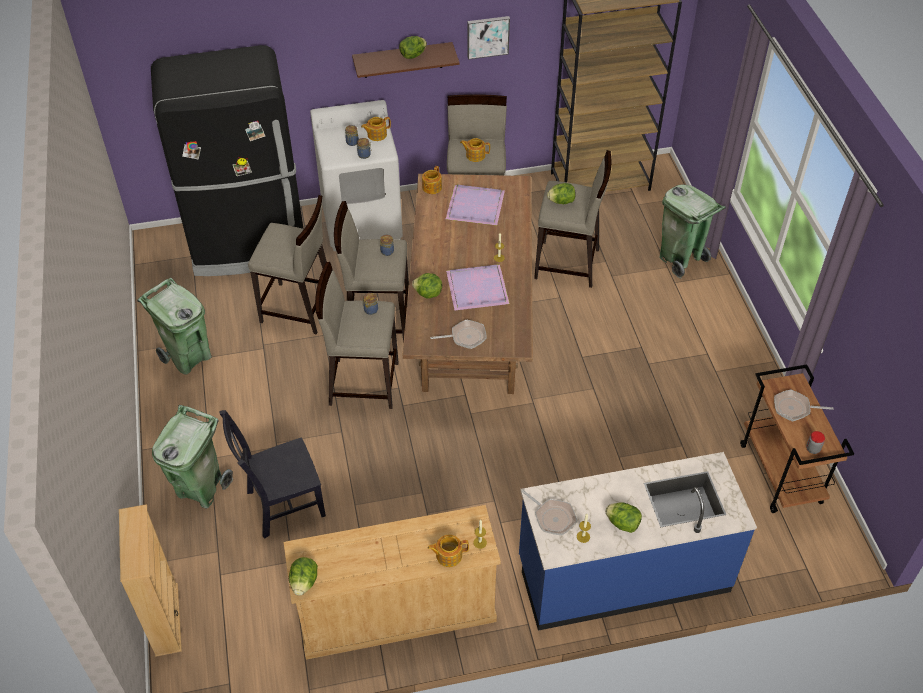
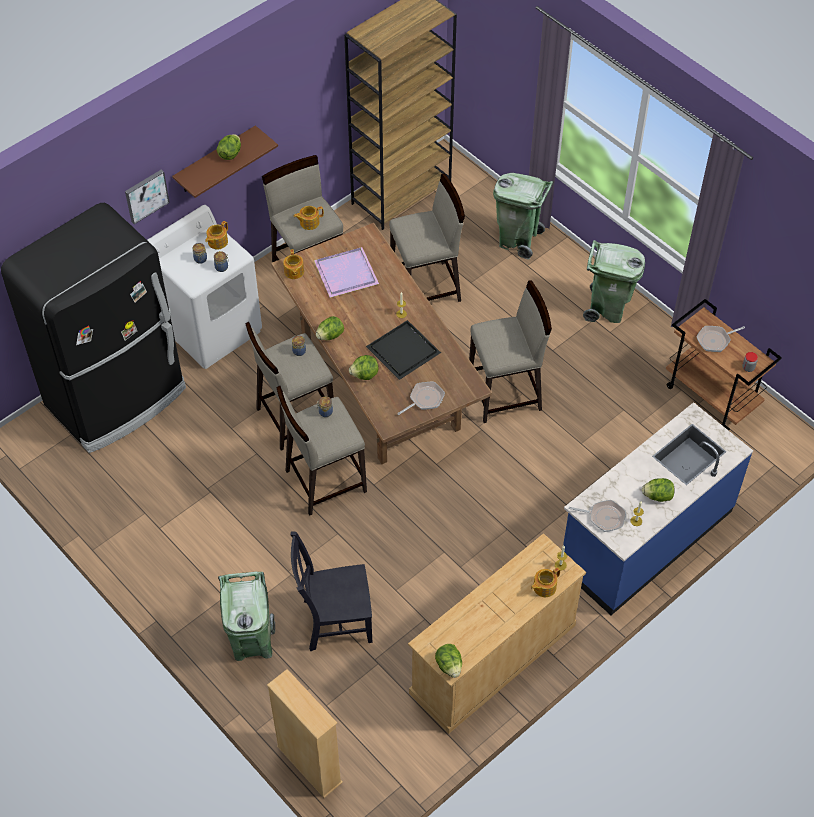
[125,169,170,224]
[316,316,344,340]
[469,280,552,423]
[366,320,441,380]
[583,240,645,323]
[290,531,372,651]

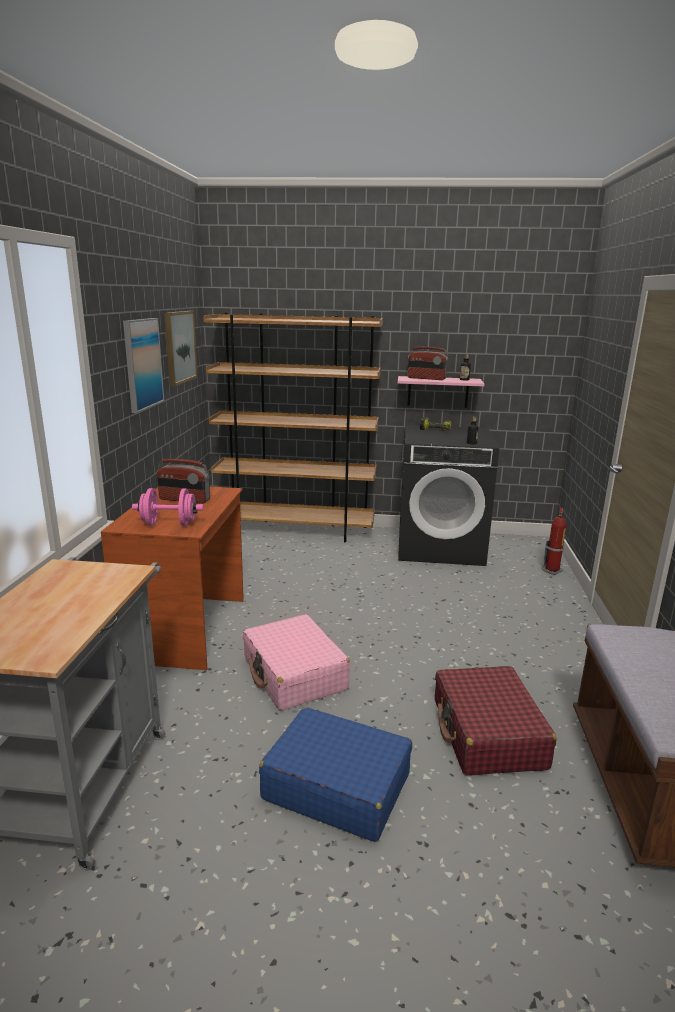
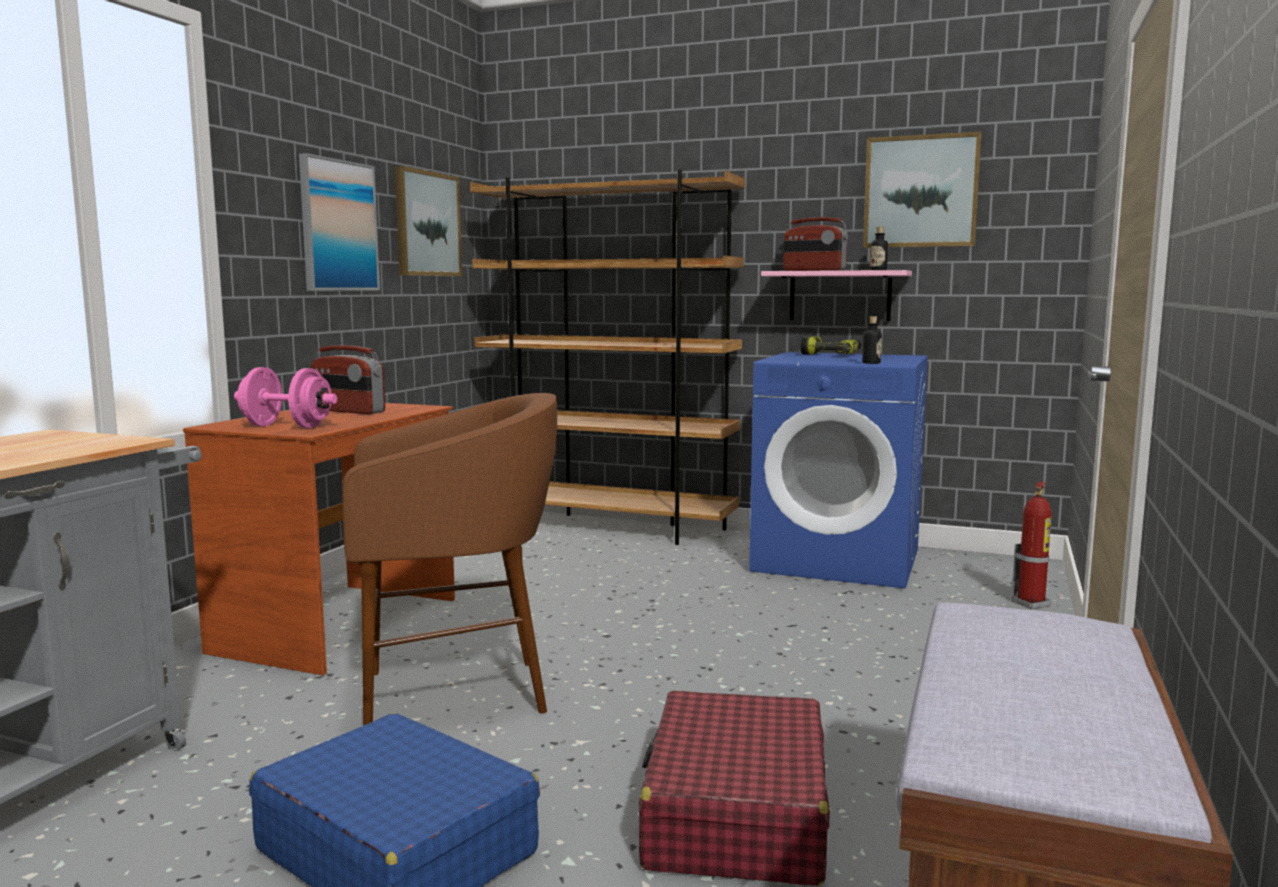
[749,352,928,589]
[342,393,557,726]
[863,131,982,248]

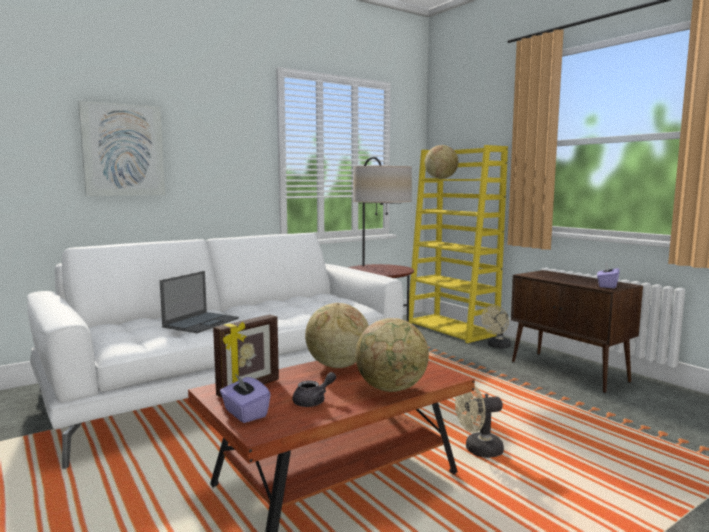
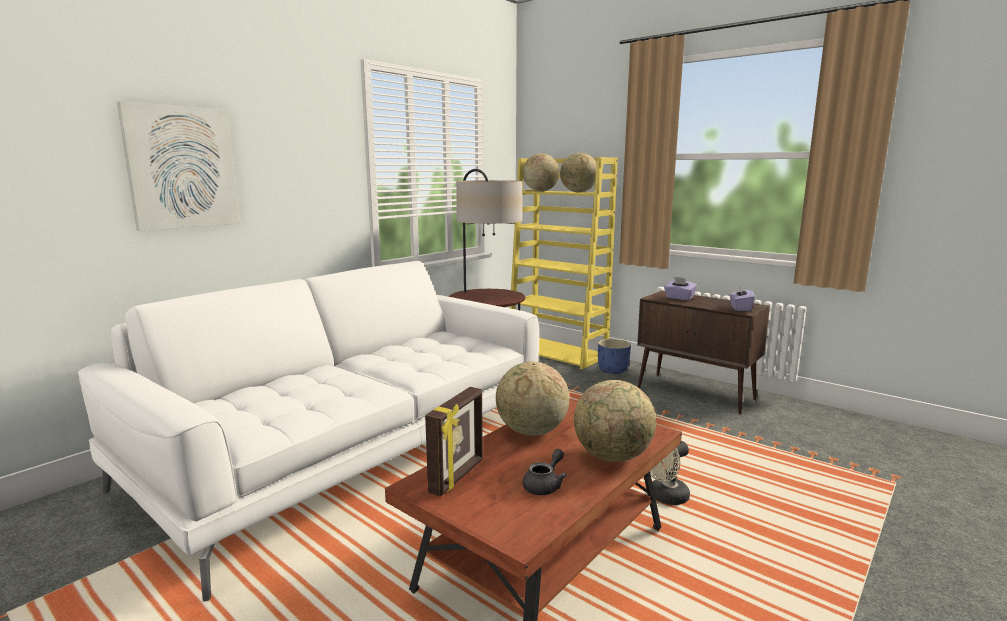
[160,271,239,333] (first image)
[598,339,631,374]
[664,277,697,301]
[560,153,597,192]

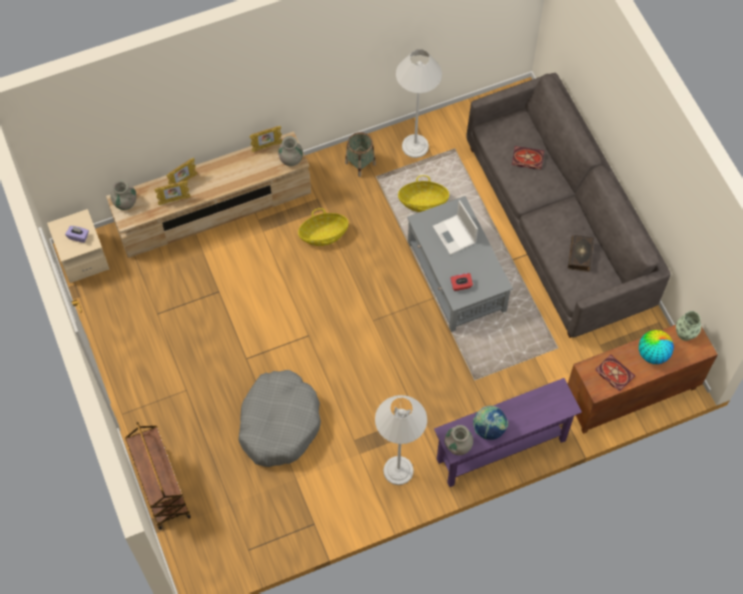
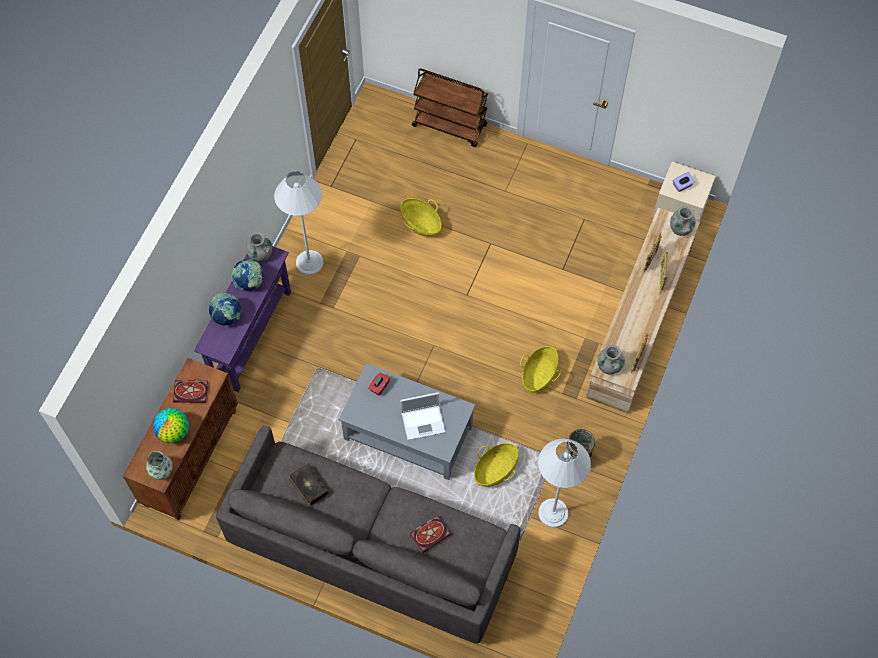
[400,392,445,440]
[401,198,442,237]
[208,293,241,325]

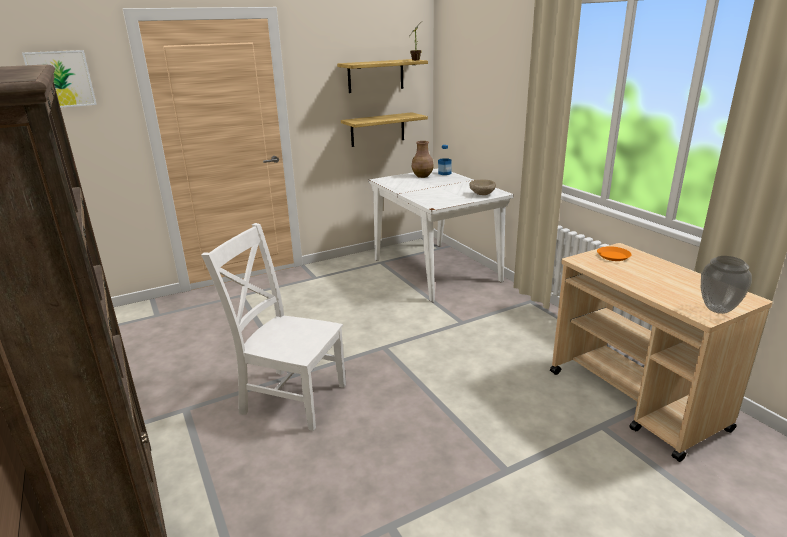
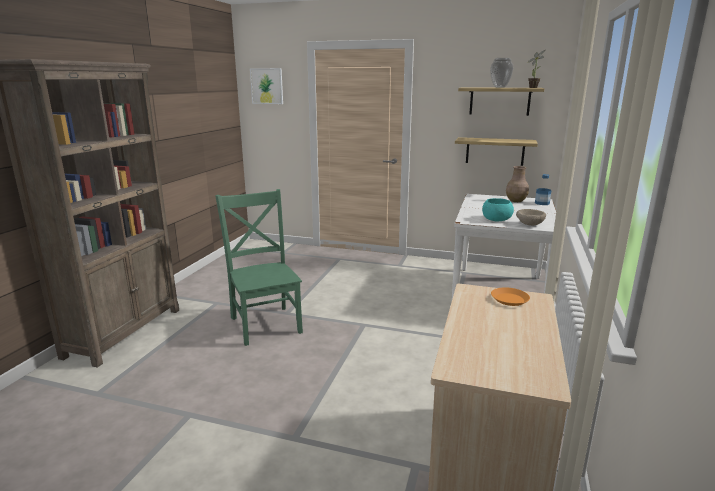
[215,189,303,346]
[490,58,514,88]
[482,198,514,221]

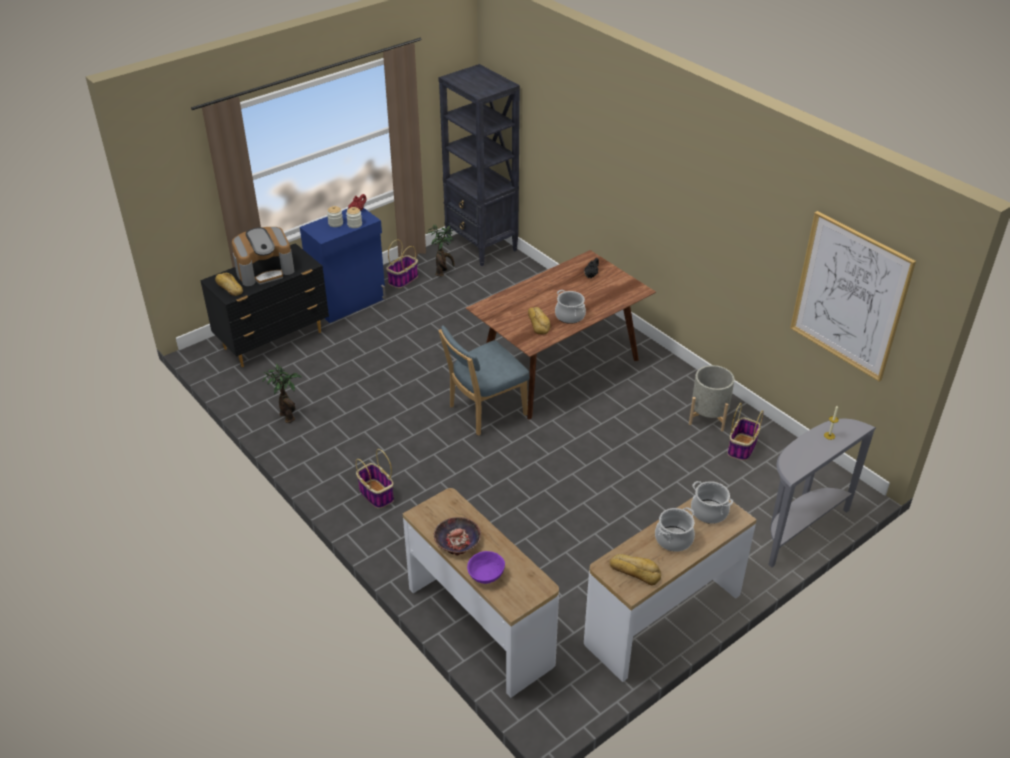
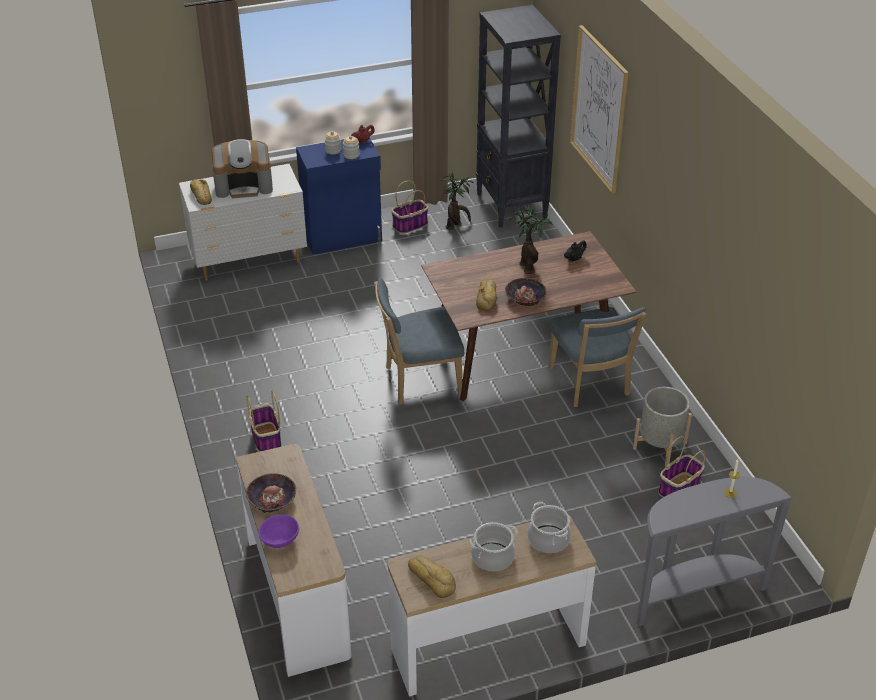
[570,25,629,194]
[179,164,307,280]
[505,278,547,306]
[509,205,553,274]
[549,307,646,407]

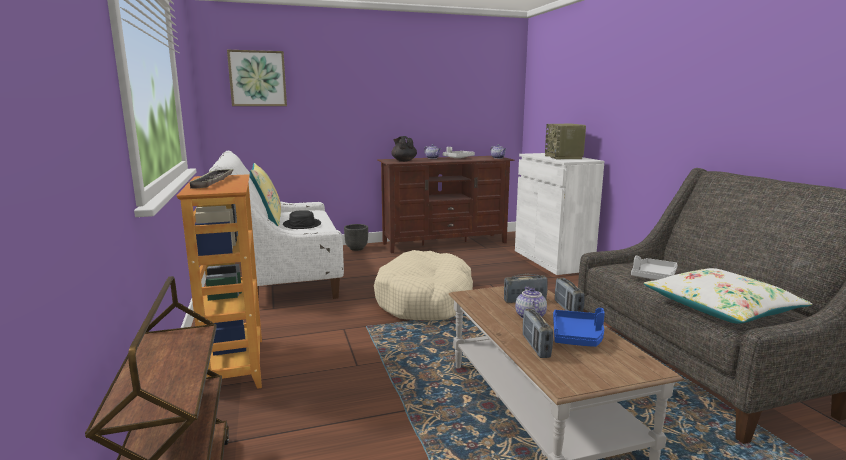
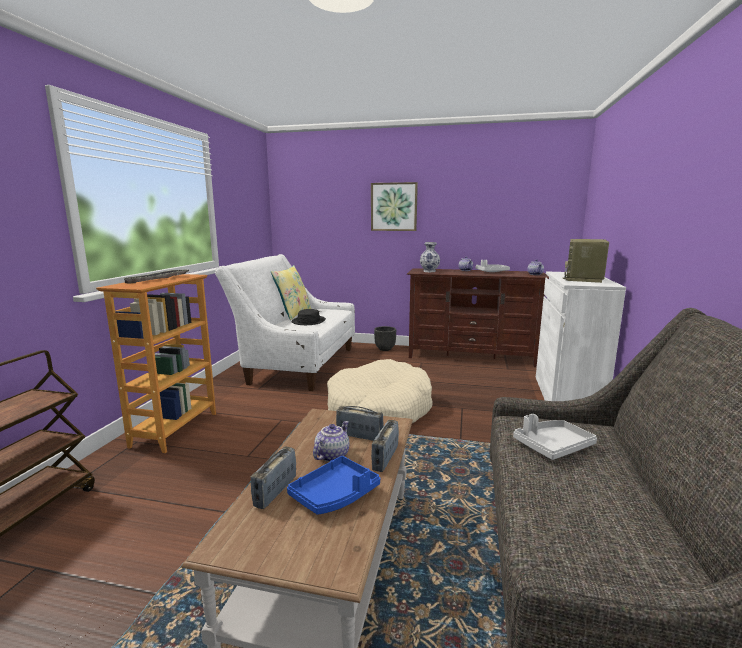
[371,182,418,231]
[420,242,440,272]
[644,268,812,324] (first image)

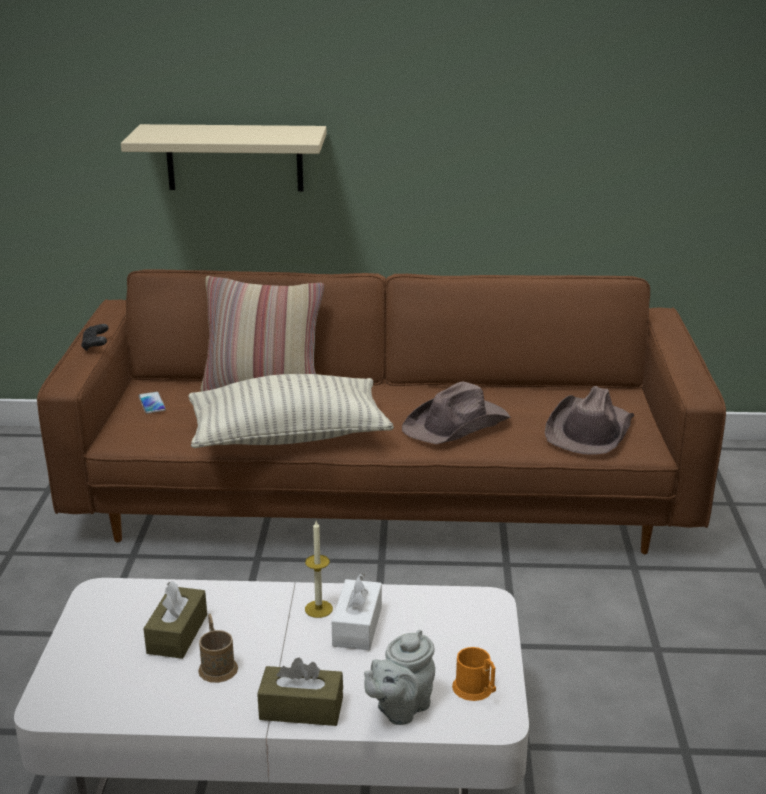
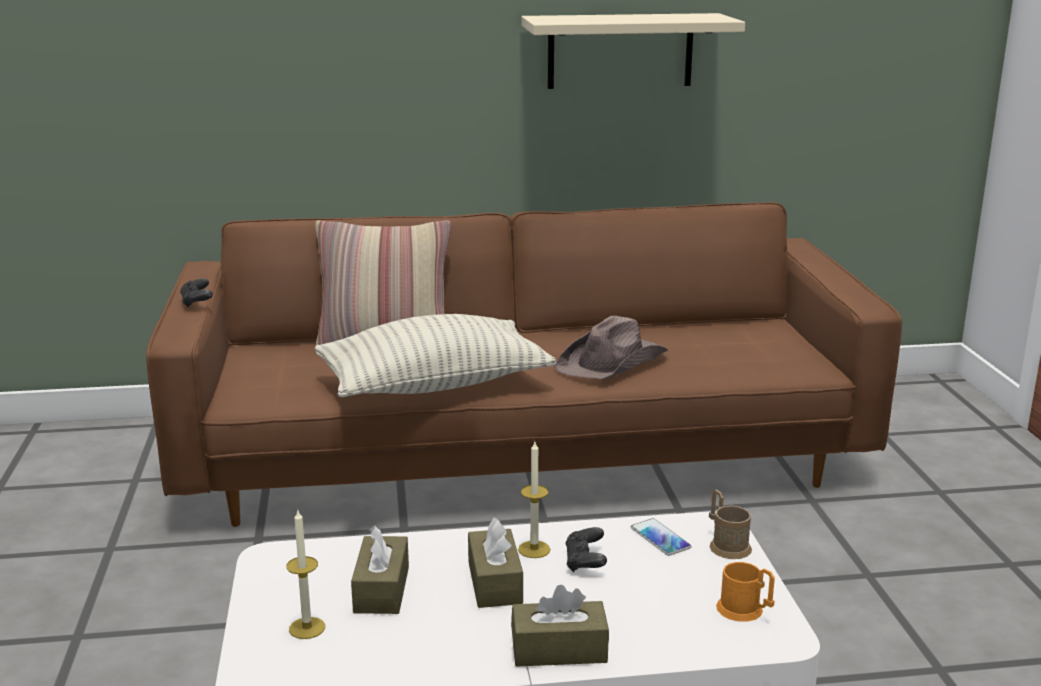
[521,13,745,89]
[545,386,634,455] (first image)
[631,518,691,556]
[565,527,607,572]
[709,489,752,559]
[364,630,435,725] (first image)
[286,510,325,639]
[468,518,523,608]

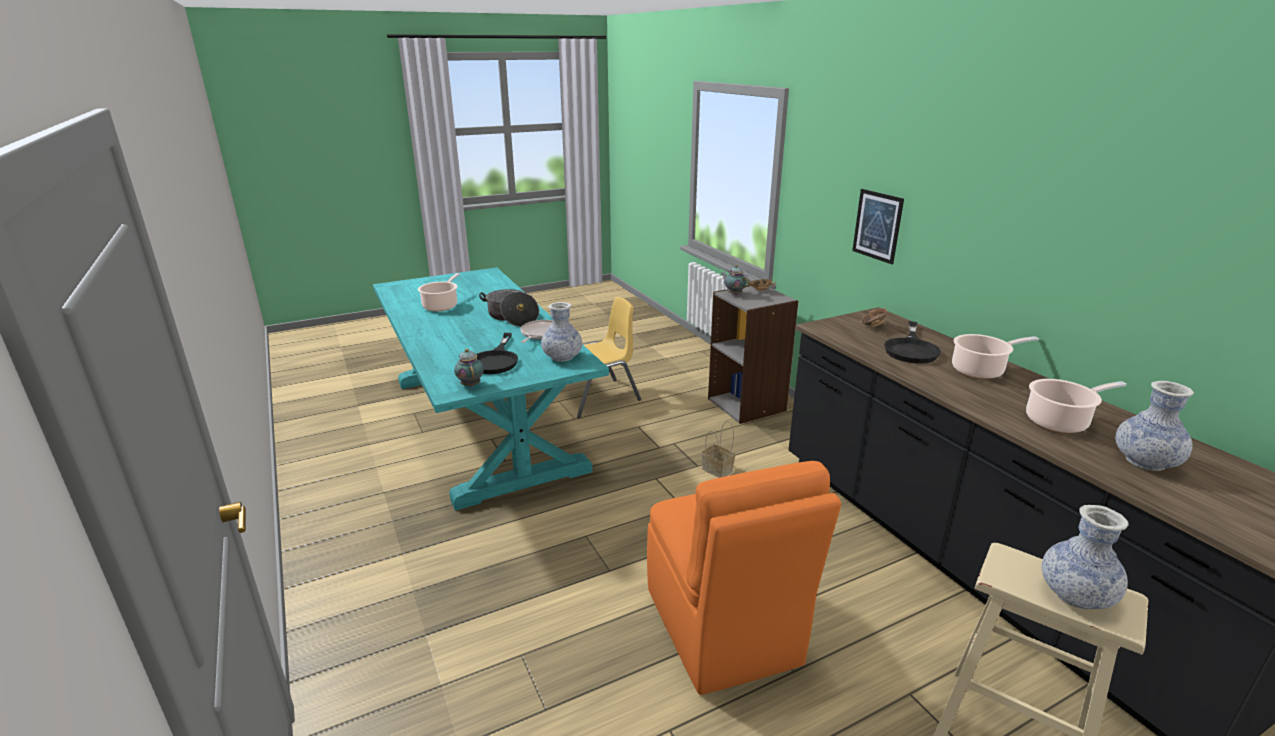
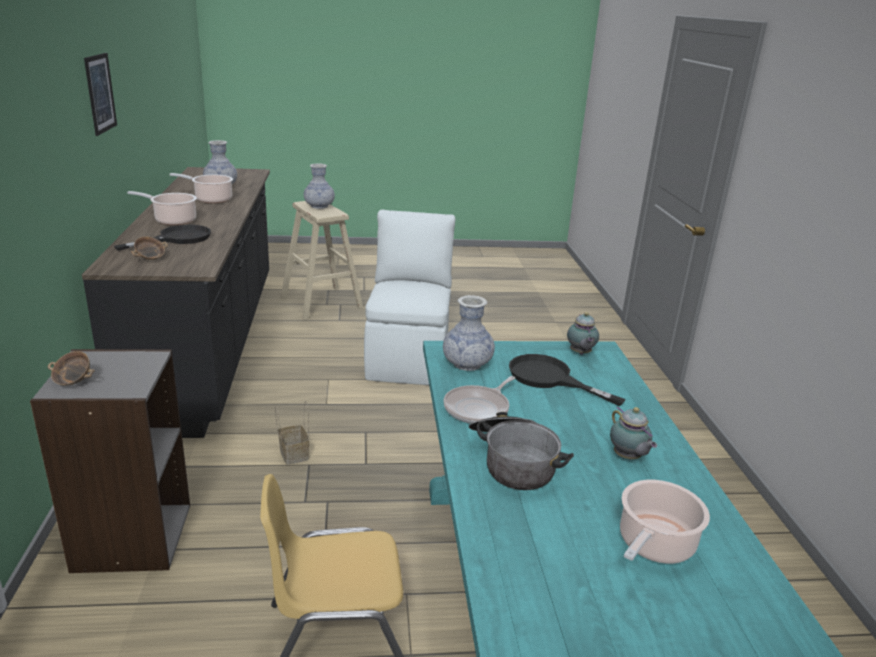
[84,53,117,136]
[610,407,657,460]
[509,354,626,406]
[364,210,455,385]

